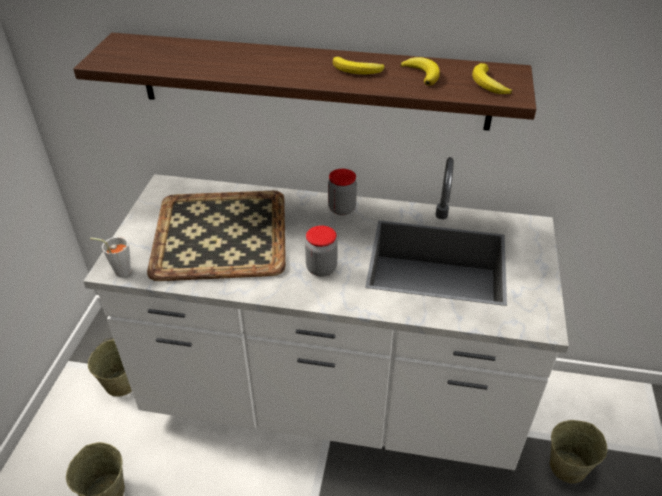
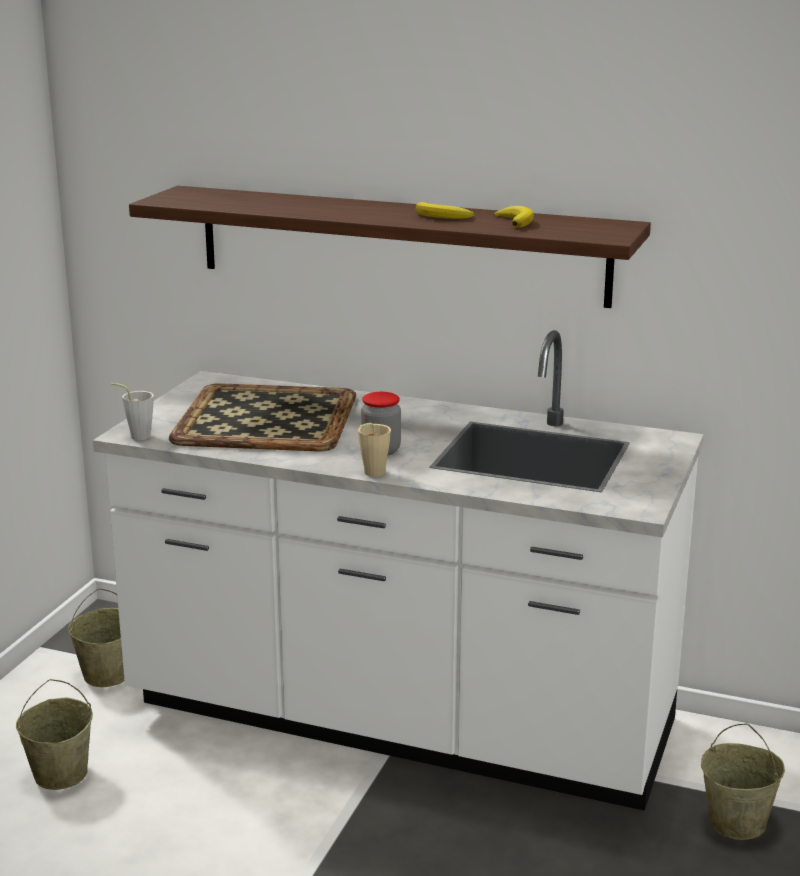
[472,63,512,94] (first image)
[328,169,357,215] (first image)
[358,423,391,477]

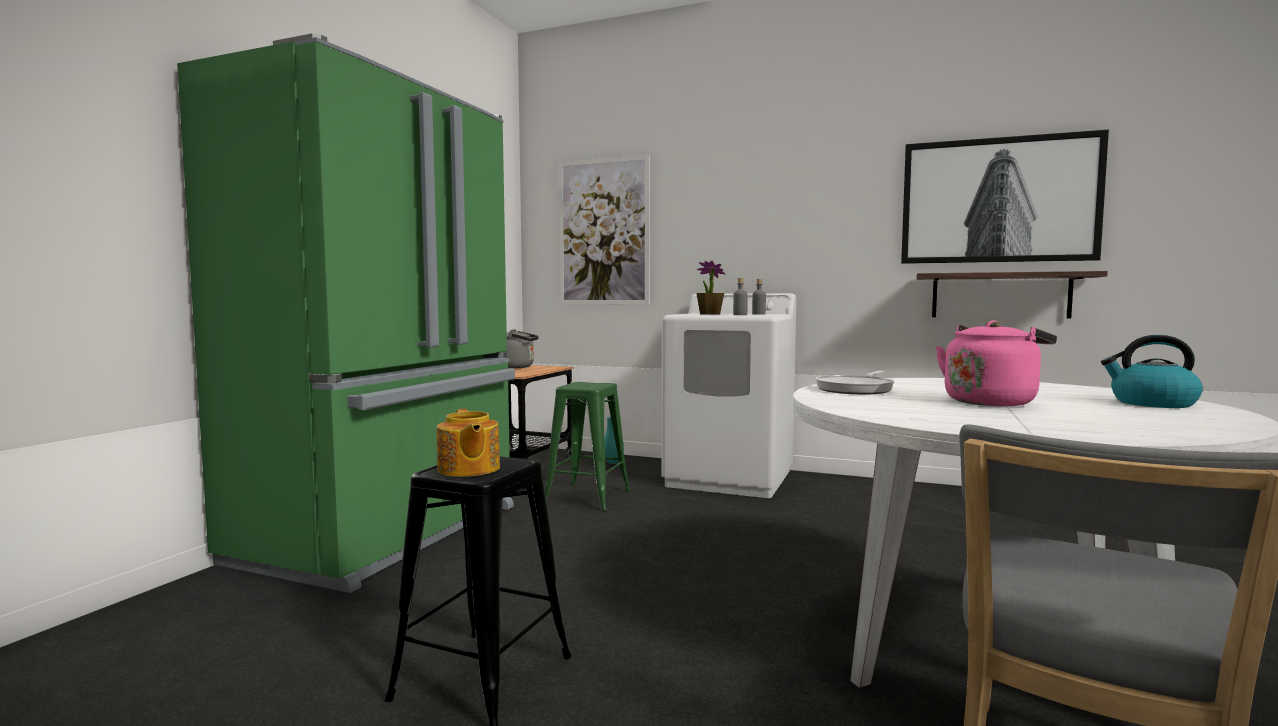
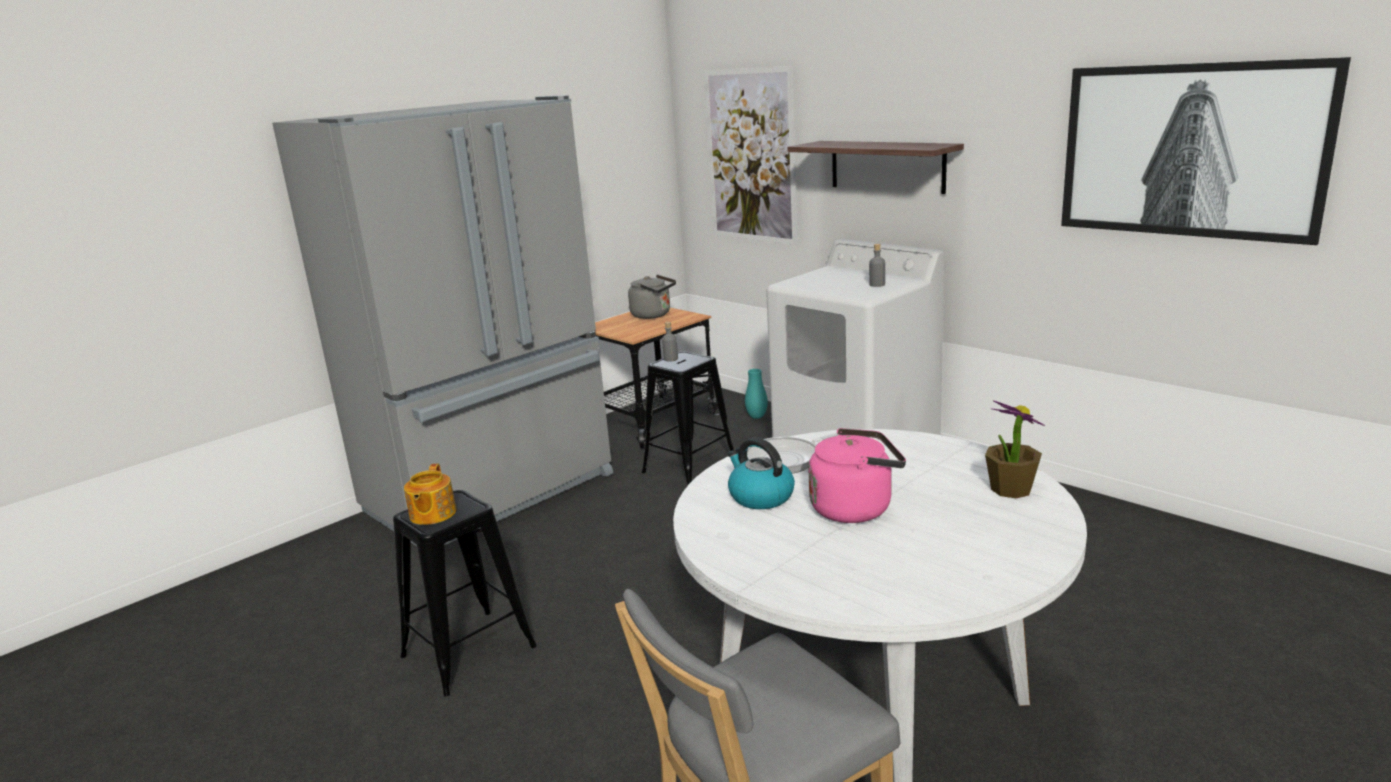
[272,95,613,546]
[985,401,1045,498]
[787,141,964,194]
[662,322,678,362]
[728,438,795,509]
[642,351,734,485]

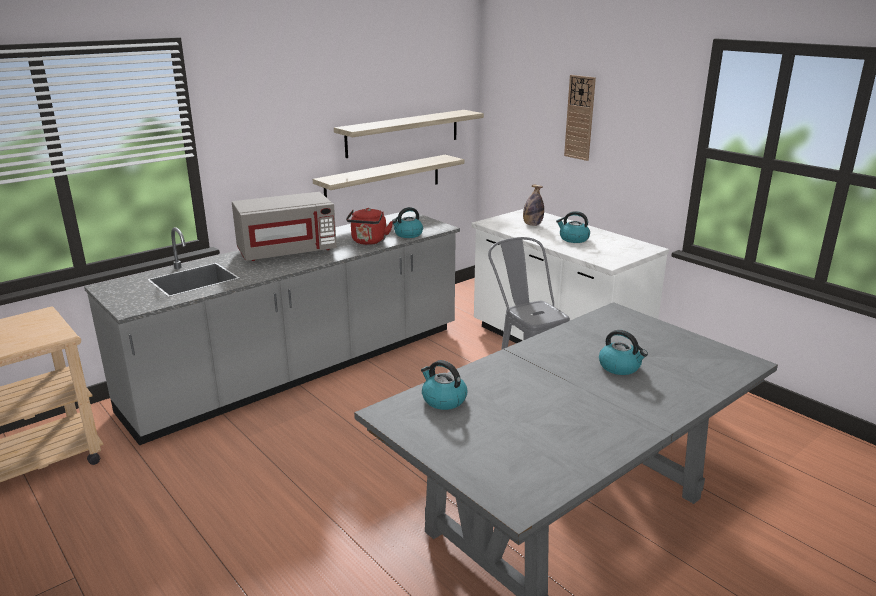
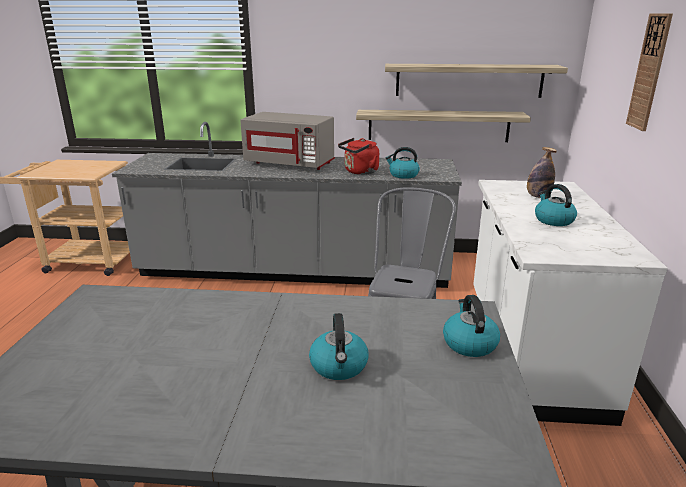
[443,295,500,357]

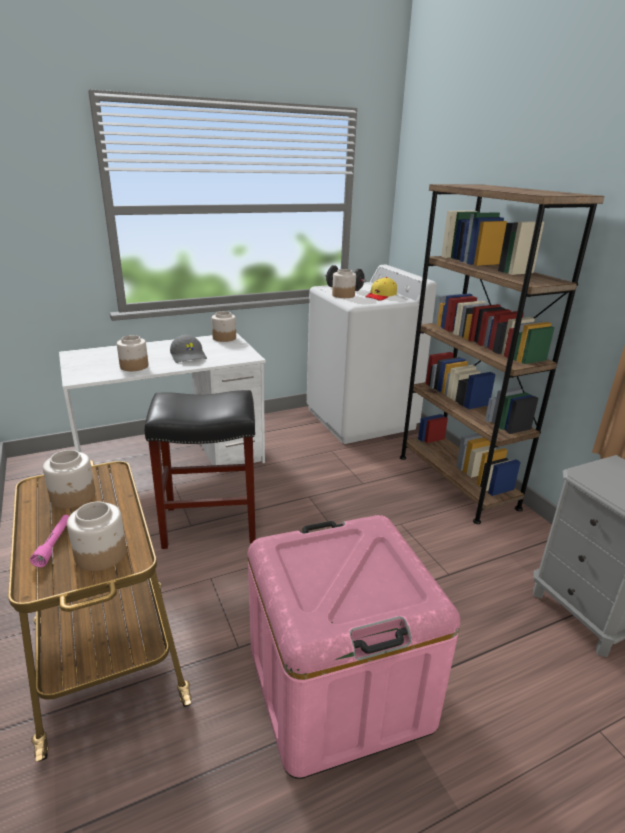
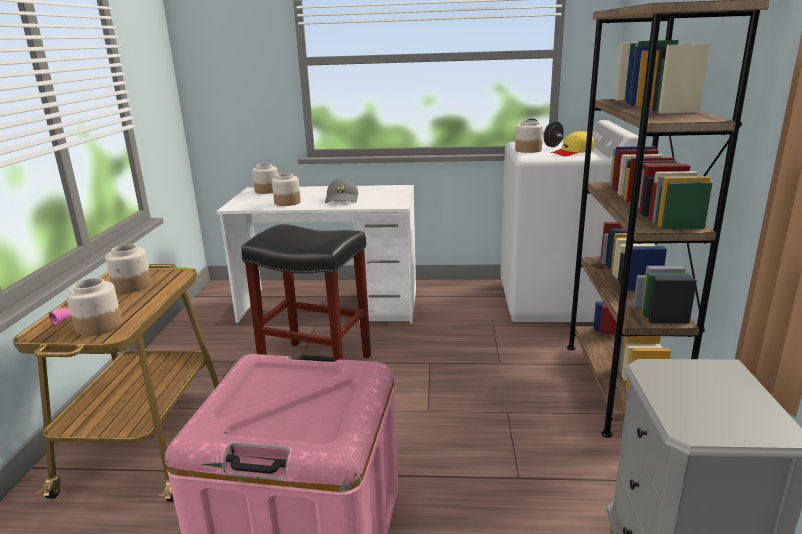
[252,163,278,194]

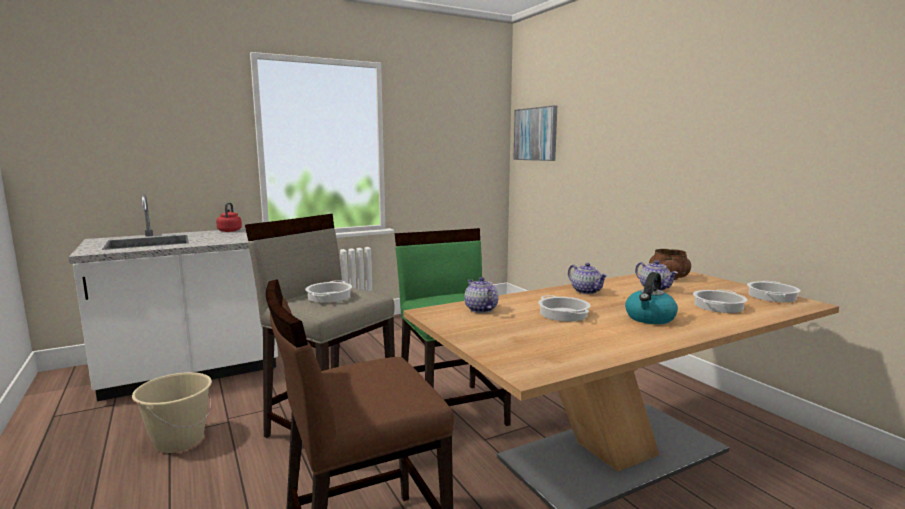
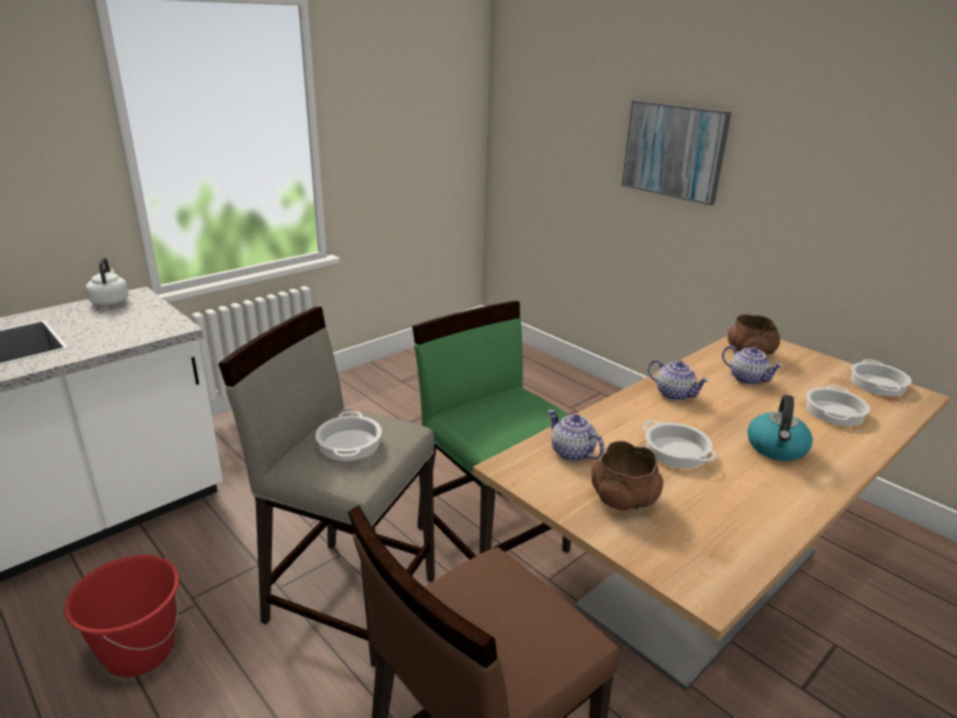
[622,100,731,205]
[86,257,129,306]
[64,555,179,677]
[591,441,663,510]

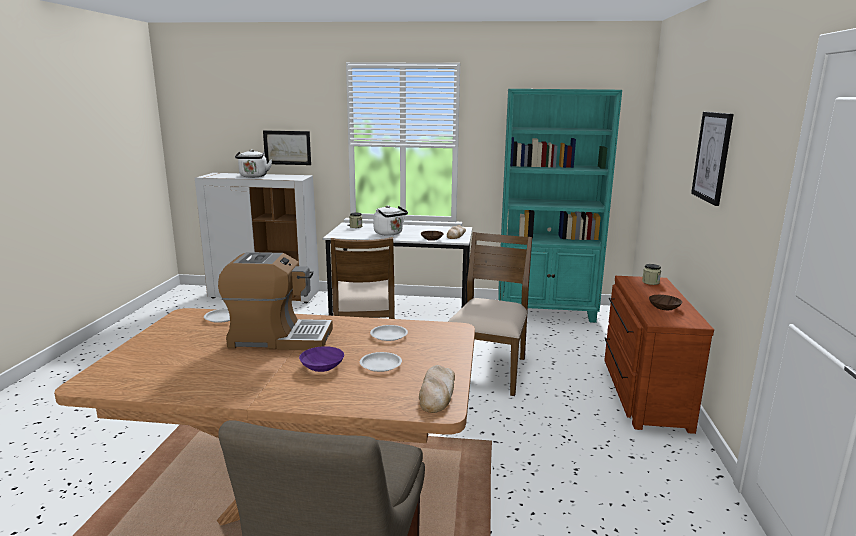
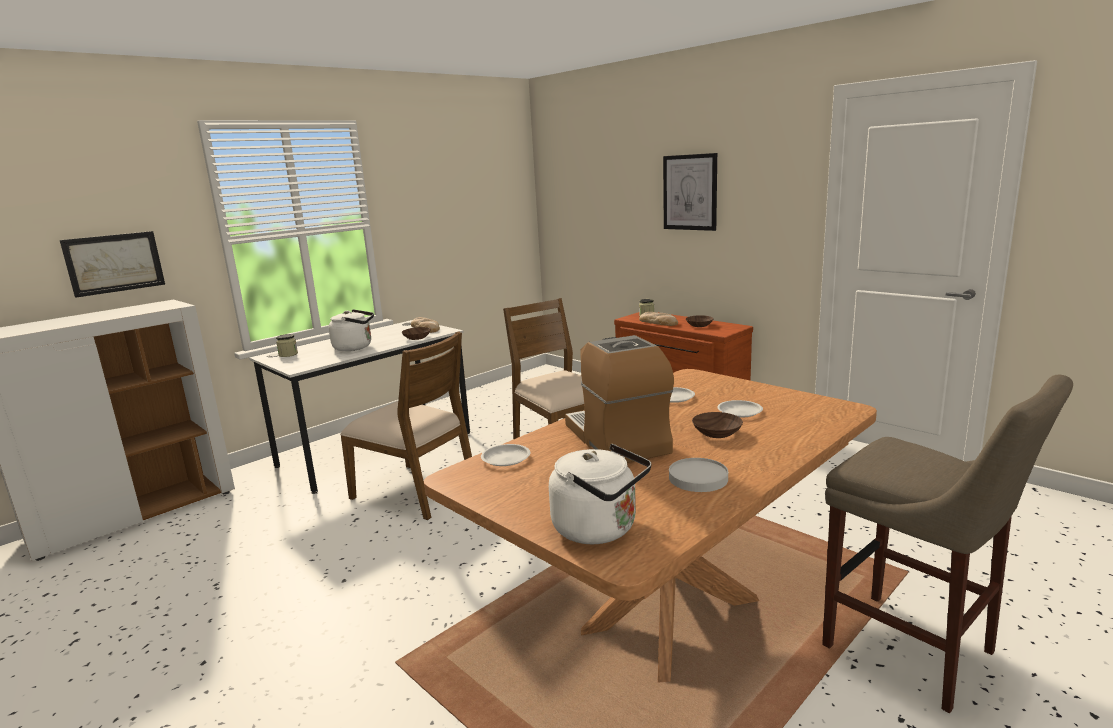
[498,89,622,323] (first image)
[549,444,651,544]
[565,335,674,463]
[692,412,743,438]
[639,312,678,326]
[669,458,728,492]

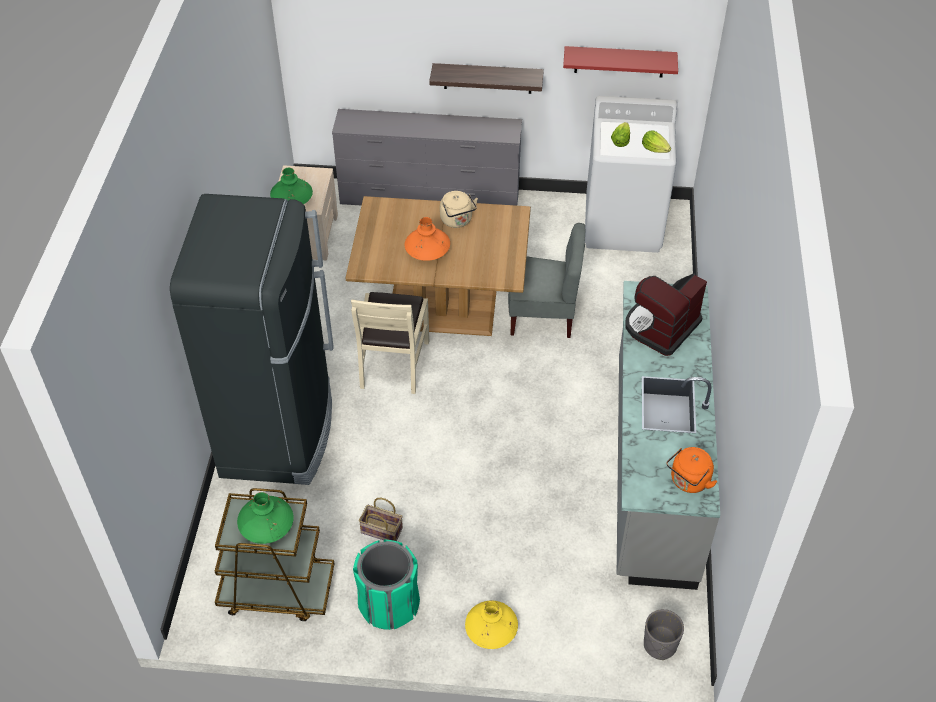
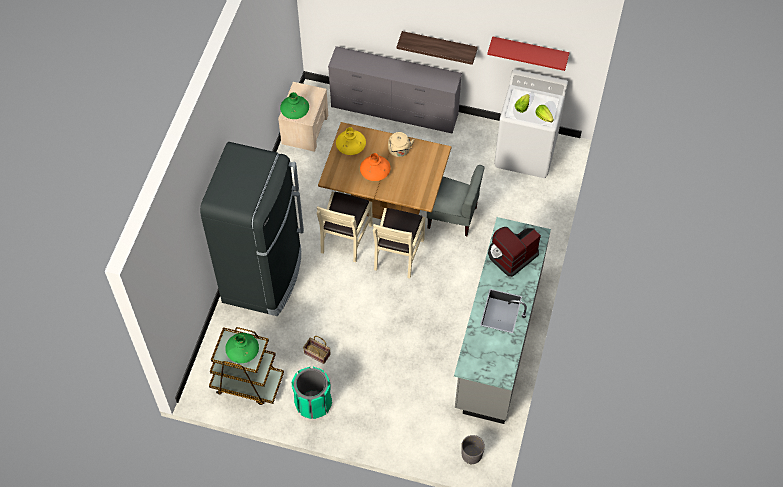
[666,447,717,493] (first image)
[336,127,366,155]
[373,208,425,278]

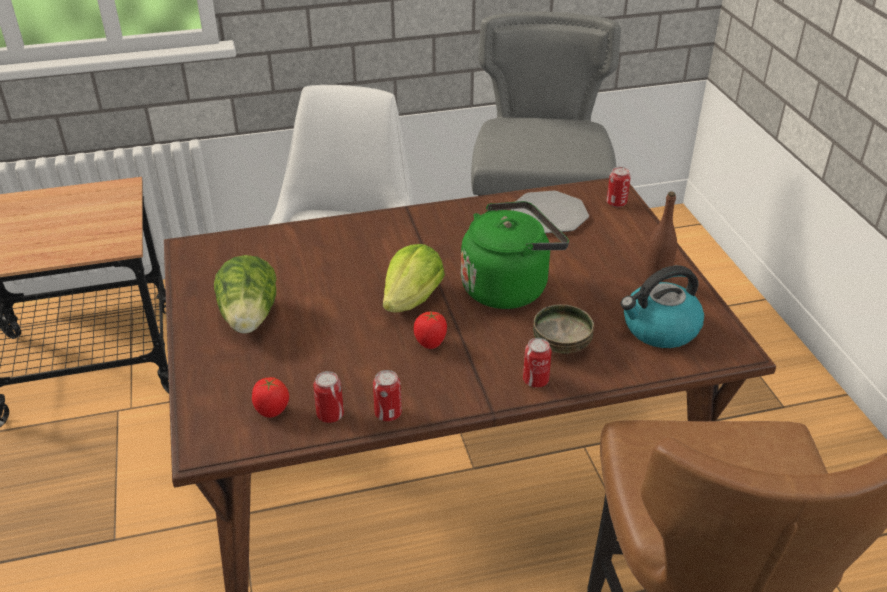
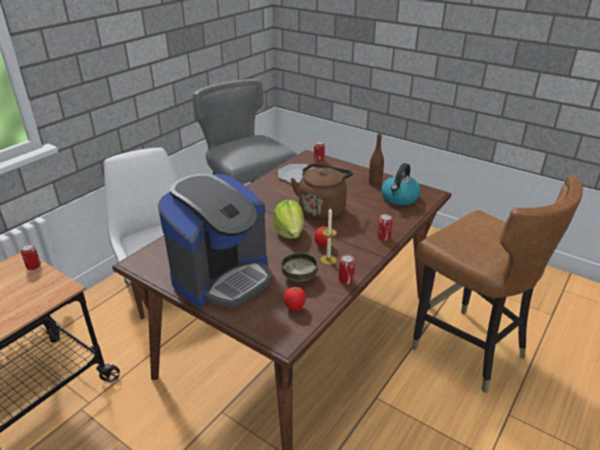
[291,163,353,220]
[158,174,272,308]
[281,252,318,282]
[21,244,41,270]
[320,207,337,265]

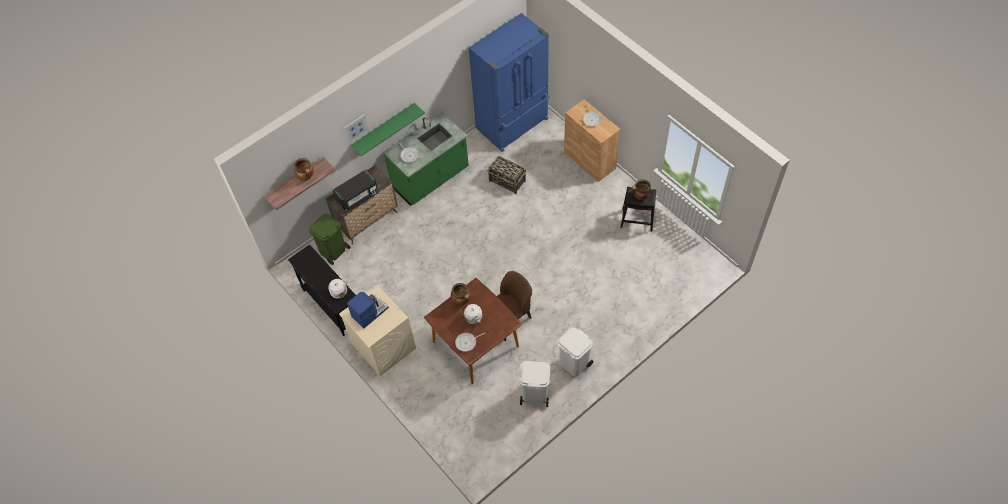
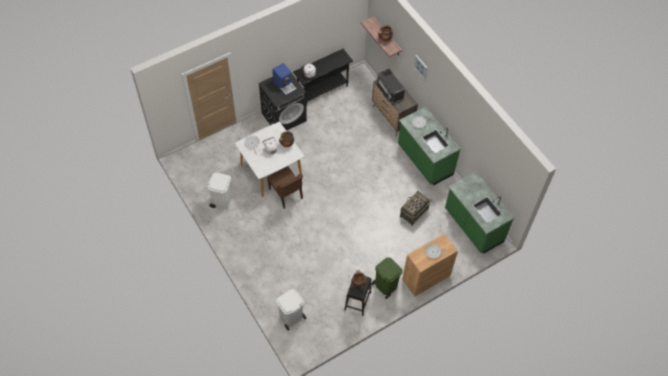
[445,172,514,254]
[351,103,425,156] (first image)
[371,257,403,299]
[235,122,304,197]
[258,71,307,131]
[276,289,306,331]

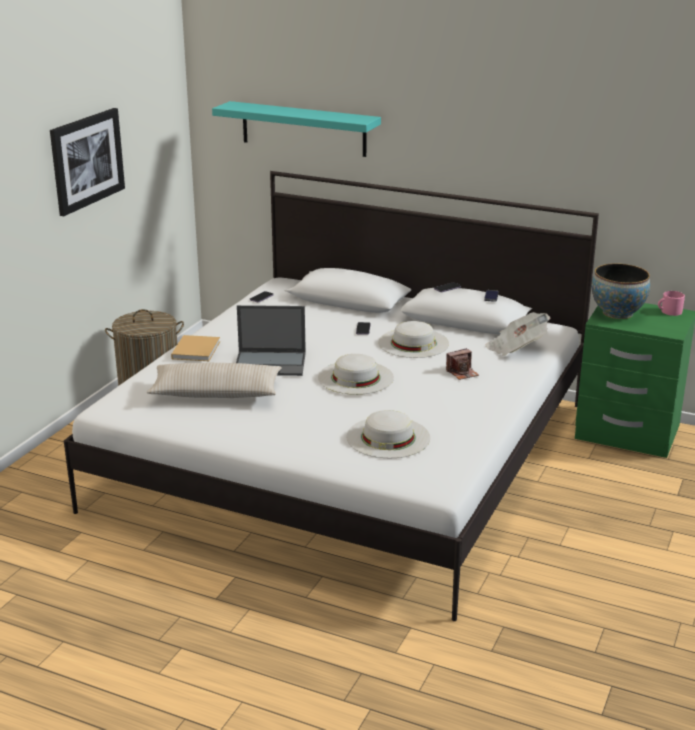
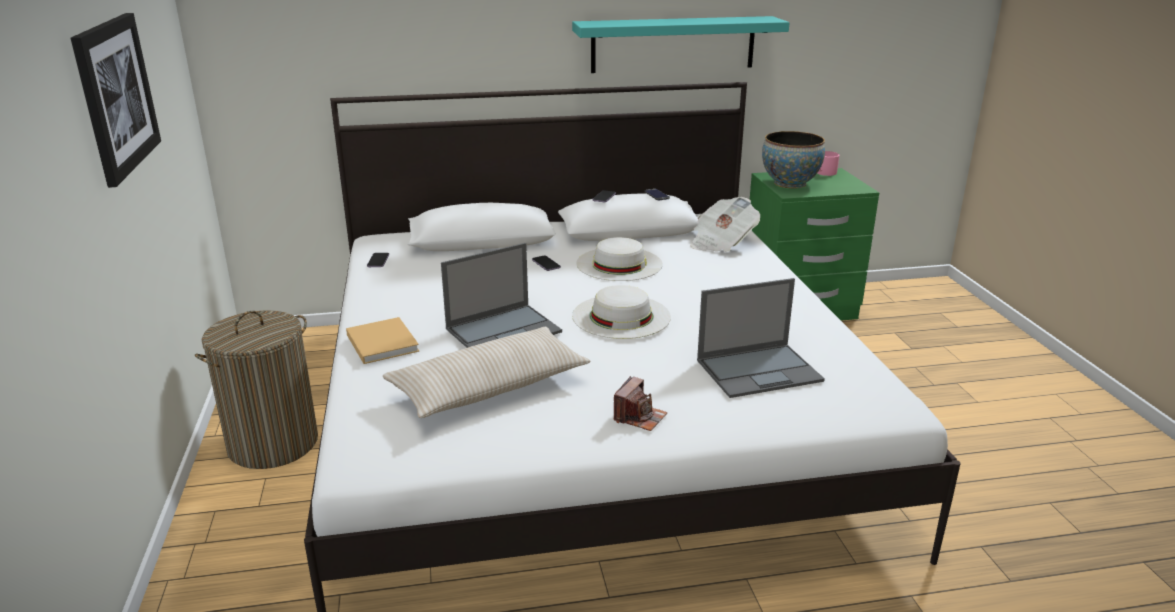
[572,16,790,73]
[614,376,668,431]
[697,278,825,398]

